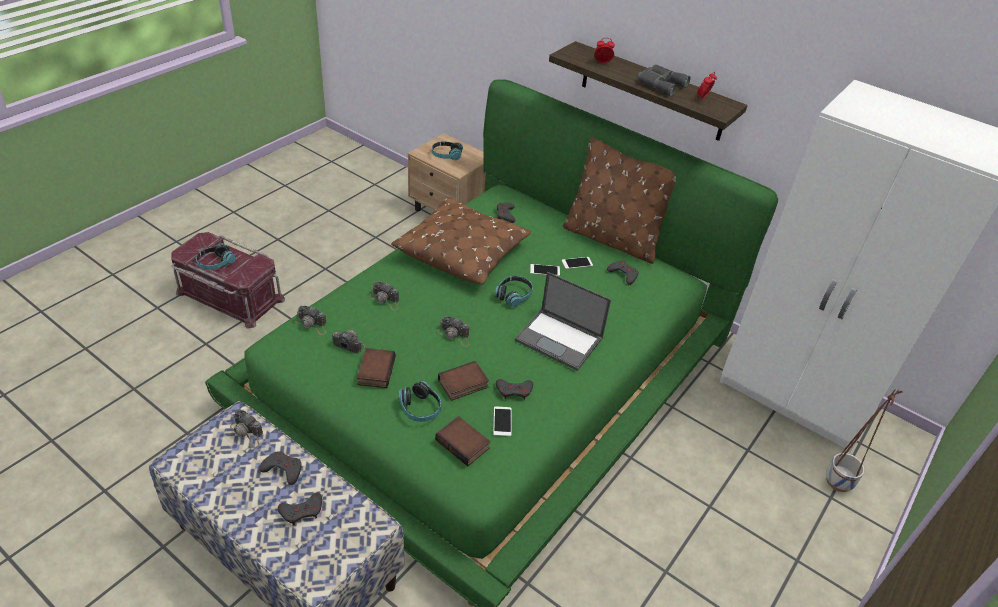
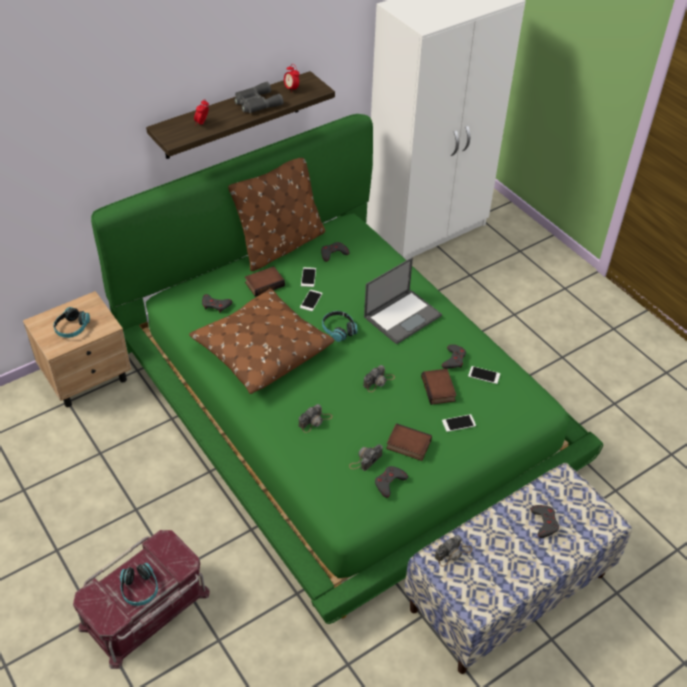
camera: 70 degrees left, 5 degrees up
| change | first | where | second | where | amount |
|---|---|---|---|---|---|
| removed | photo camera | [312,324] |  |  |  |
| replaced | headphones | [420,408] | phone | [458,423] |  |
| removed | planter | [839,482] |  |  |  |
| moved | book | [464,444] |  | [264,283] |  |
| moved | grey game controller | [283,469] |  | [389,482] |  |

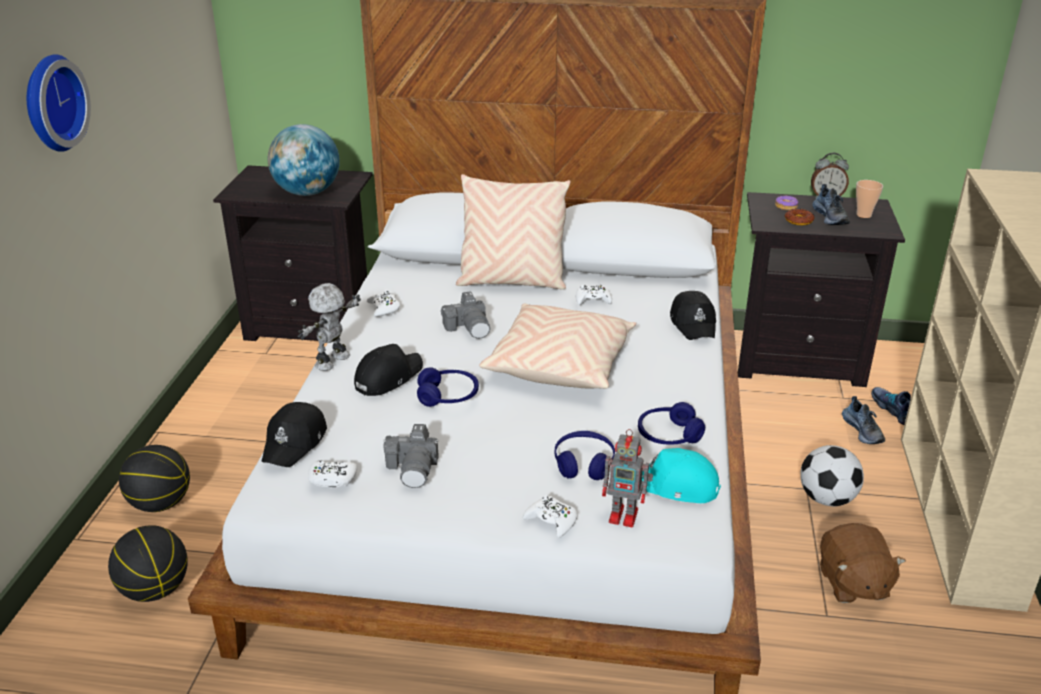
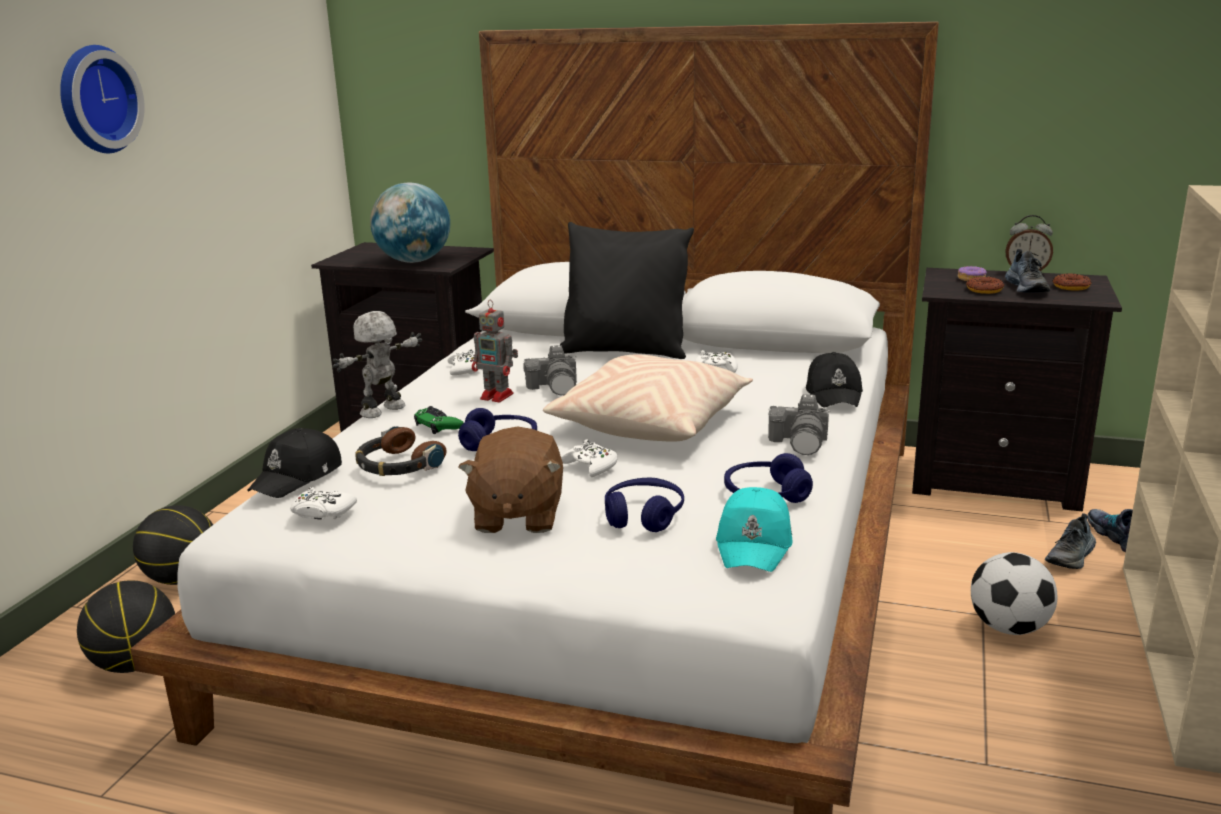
camera: 10 degrees right, 10 degrees down
| change | first | where | second | where | amount |
|---|---|---|---|---|---|
| recoloured | beige pillow | [512,282] | black pillow | [624,352] |  |
| replaced | cup | [863,215] | donut | [1071,287] |  |
| replaced | black cap | [388,377] | green game controller | [438,425] |  |
| turned | shoe | [863,431] |  | [1071,557] | 45 degrees clockwise |
| moved | photo camera | [414,468] |  | [801,442] |  |
| moved | toy robot | [625,516] |  | [498,396] |  |
| turned | turquoise cap | [674,486] |  | [755,544] | 105 degrees counterclockwise |
| moved | white game controller | [551,521] |  | [590,466] |  |
| moved | brown plush toy | [852,583] |  | [517,516] |  |
| added |  |  | headphones | [398,465] |  |

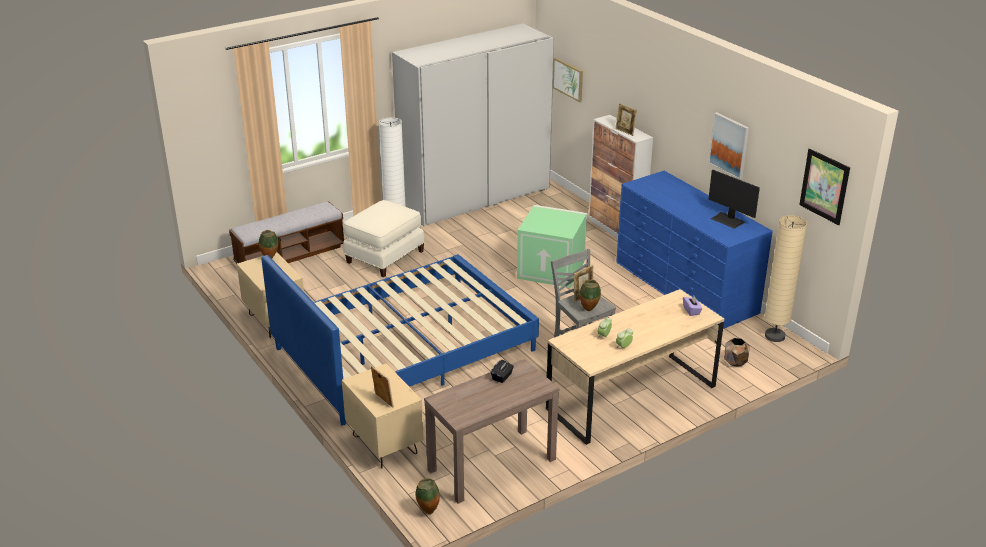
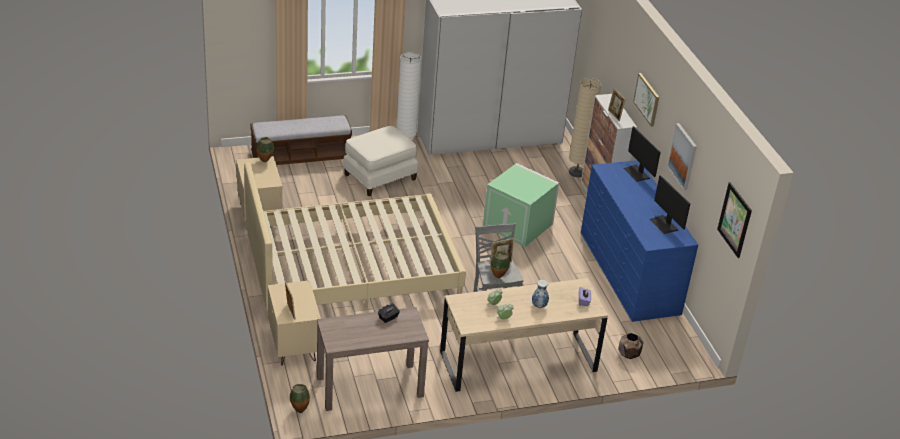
camera: 15 degrees right, 5 degrees up
| change | first | where | second | where | amount |
|---|---|---|---|---|---|
| moved | picture | [568,79] |  | [647,99] |  |
| moved | beige floor lamp | [774,336] |  | [576,172] |  |
| recoloured | blue bed | [404,349] | beige bed | [352,268] |  |
| added |  |  | monitor | [637,173] |  |
| added |  |  | vase | [538,306] |  |

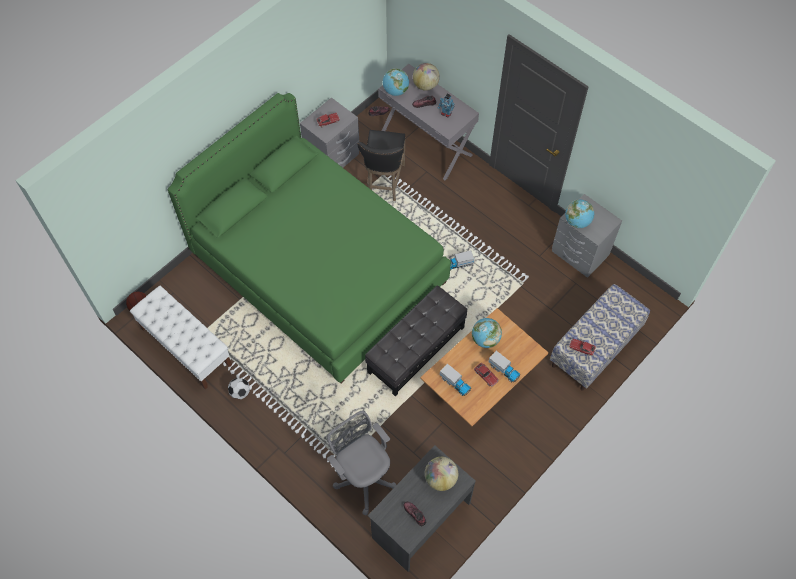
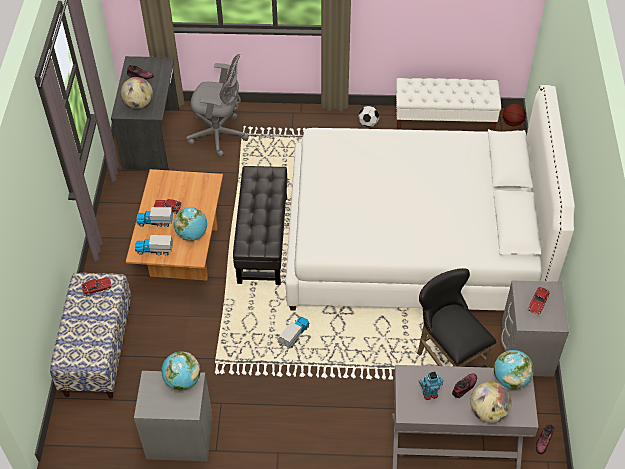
camera: 140 degrees right, 10 degrees down
| change | first | where | second | where | amount |
|---|---|---|---|---|---|
| recoloured | green bed | [319,269] | white bed | [414,243] |  |
| moved | toy truck | [455,383] |  | [154,250] |  |

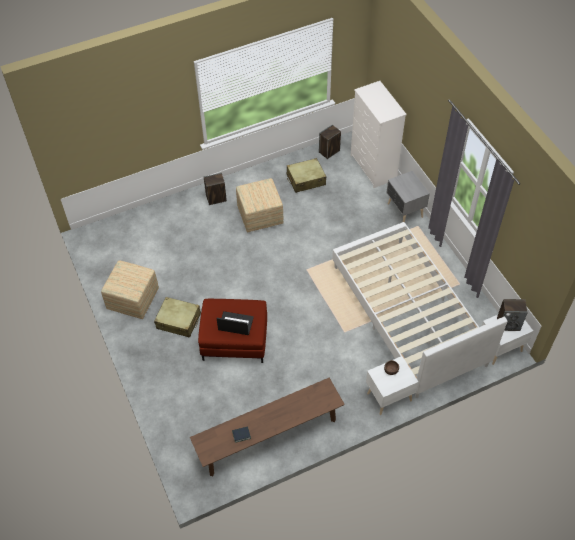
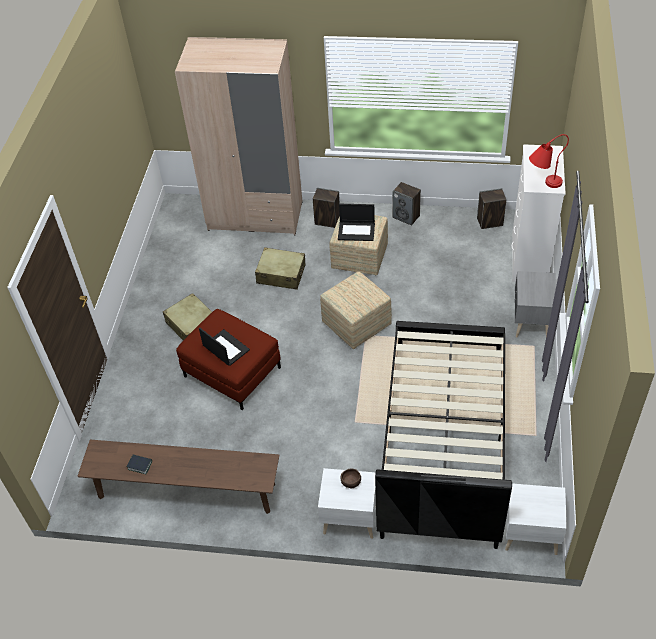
camera: 35 degrees right, 5 degrees down
| change | first | where | second | where | amount |
|---|---|---|---|---|---|
| moved | beige suitcase | [305,180] |  | [281,274] |  |
| recoloured | white bed | [408,315] | black bed | [443,440] |  |
| moved | ottoman | [133,299] |  | [357,323] |  |
| moved | speaker | [508,324] |  | [406,216] |  |
| added |  |  | beige wardrobe | [255,216] |  |
| added |  |  | red table lamp | [542,184] |  |
| added |  |  | laptop | [357,231] |  |

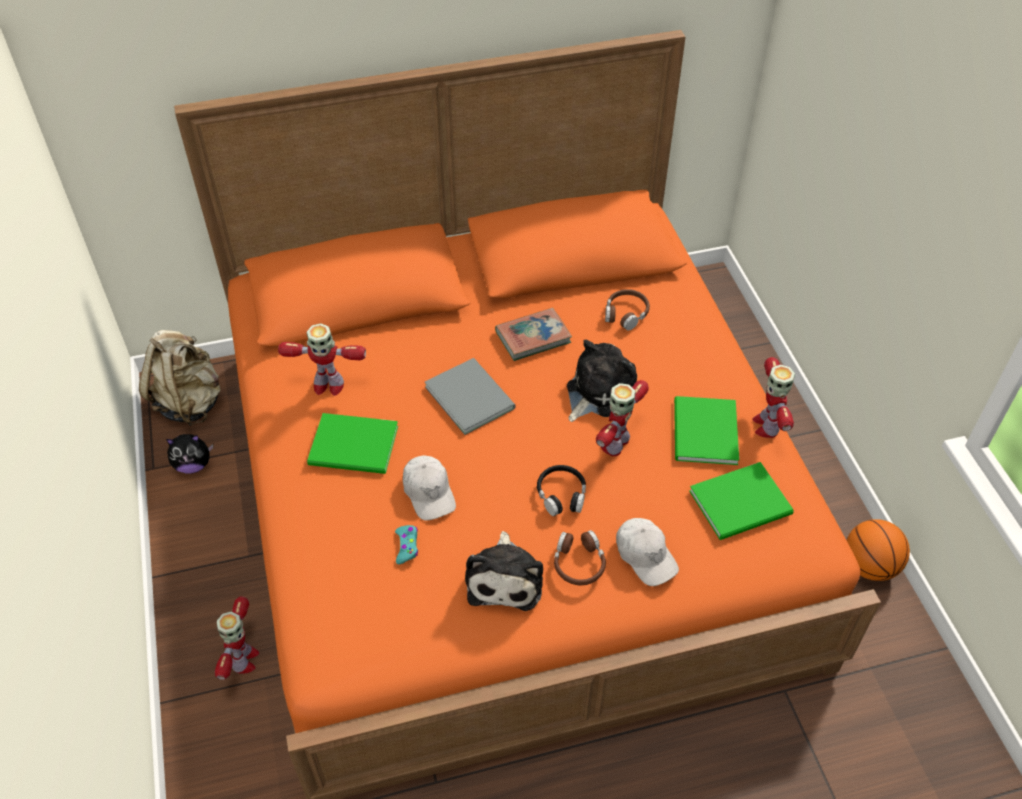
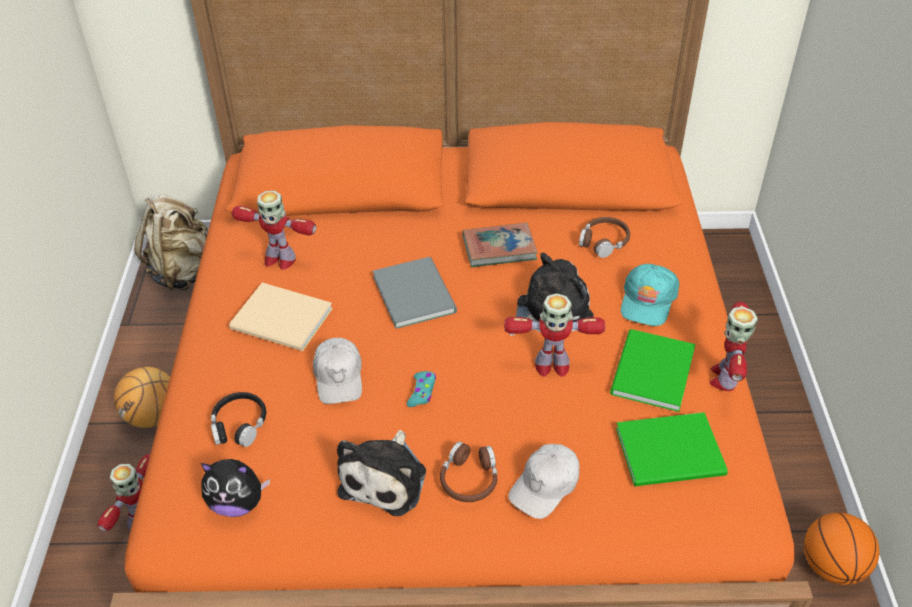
camera: 15 degrees right, 5 degrees down
| change | first | where | second | where | amount |
|---|---|---|---|---|---|
| turned | toy robot | [616,443] |  | [551,365] | 135 degrees counterclockwise |
| recoloured | green book | [355,447] | beige book | [283,321] |  |
| moved | plush toy | [193,465] |  | [237,503] |  |
| moved | black headphones | [561,495] |  | [239,425] |  |
| turned | white cap | [645,555] |  | [545,486] | 60 degrees clockwise |
| moved | turquoise game controller | [407,546] |  | [422,392] |  |
| added |  |  | turquoise cap | [648,300] |  |
| added |  |  | basketball | [153,416] |  |

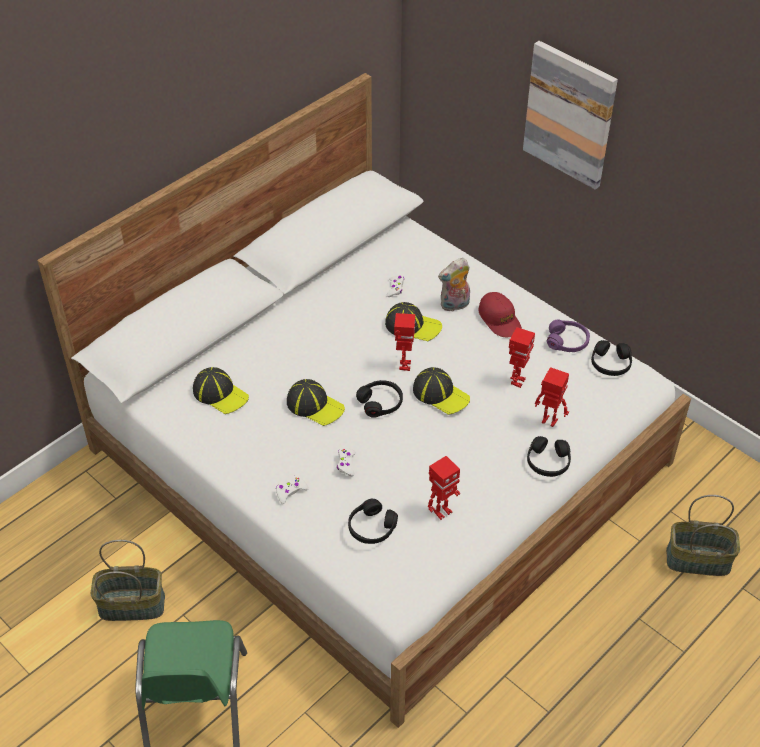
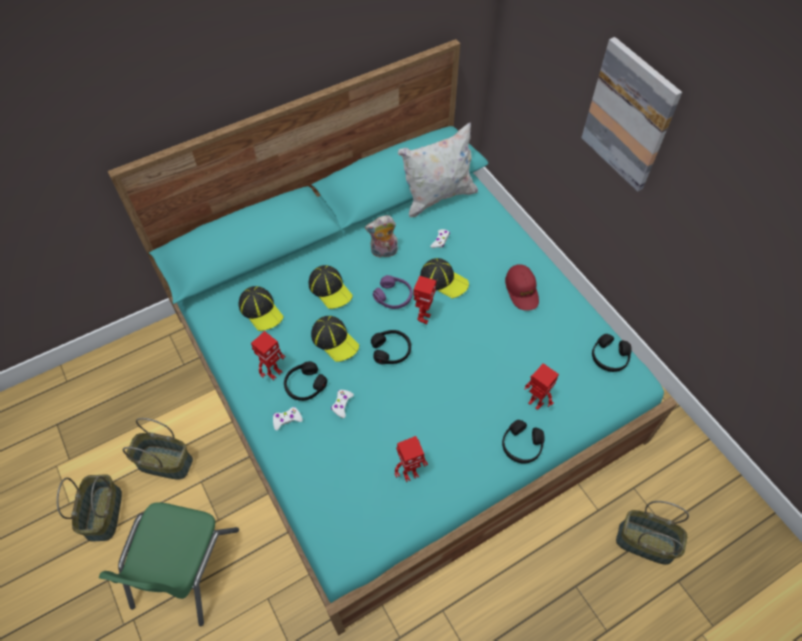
camera: 15 degrees right, 10 degrees up
| change | first | where | second | where | amount |
|---|---|---|---|---|---|
| recoloured | white bed | [379,455] | turquoise bed | [400,374] |  |
| moved | plush toy | [454,305] |  | [383,252] |  |
| moved | purple headphones | [567,341] |  | [393,296] |  |
| moved | toy robot | [517,381] |  | [274,373] |  |
| moved | cap | [440,394] |  | [330,289] |  |
| moved | black headphones | [371,527] |  | [305,385] |  |
| added |  |  | white pillow | [437,197] |  |
| added |  |  | basket | [103,513] |  |

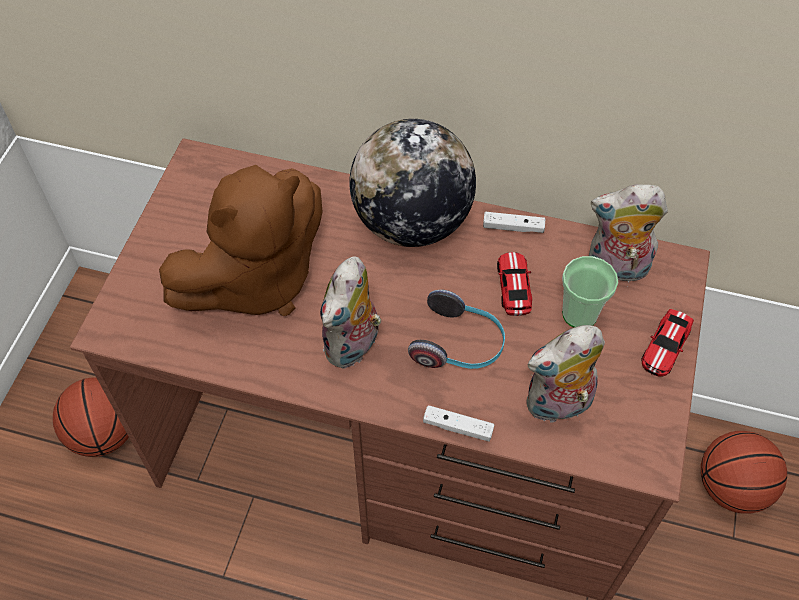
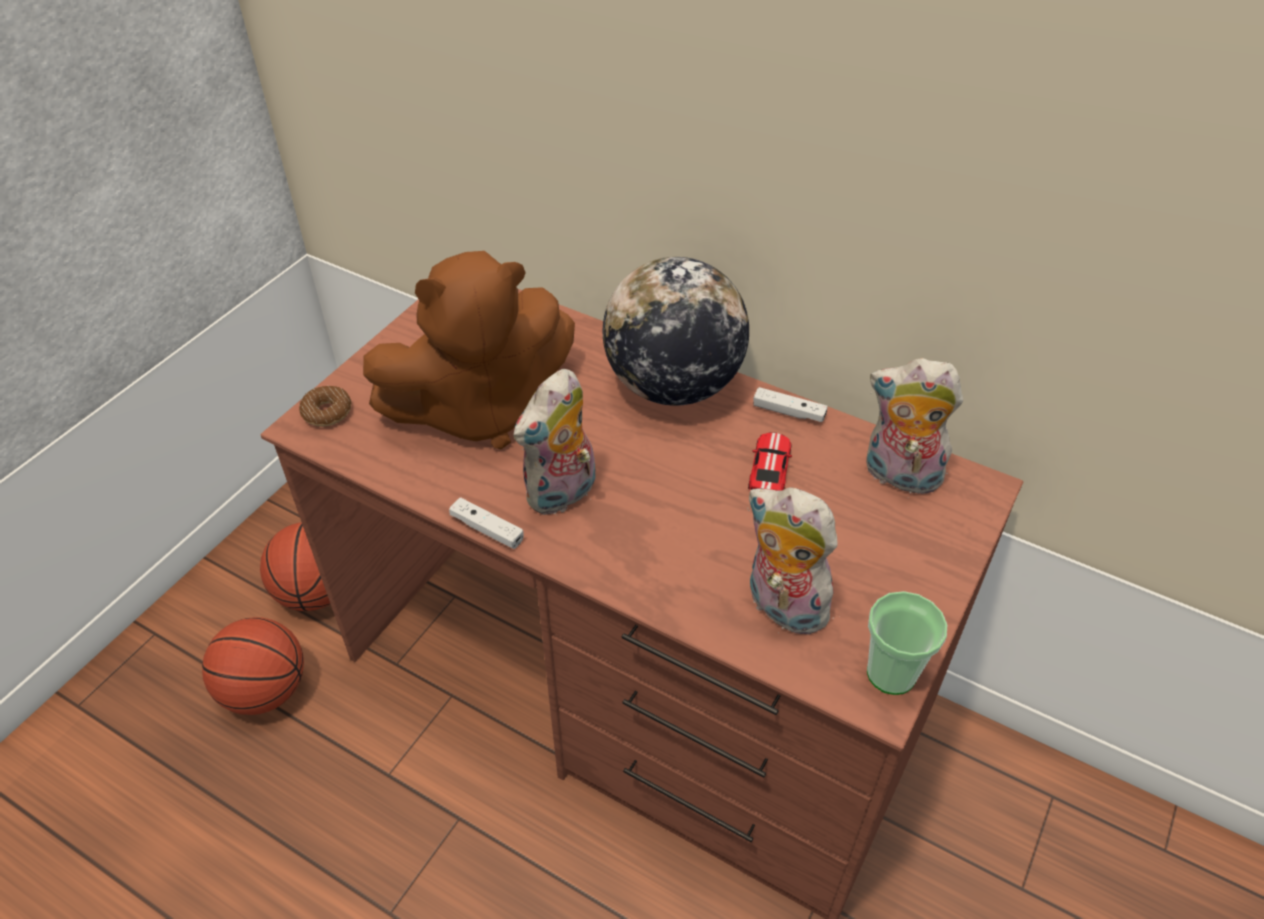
camera: 15 degrees right, 10 degrees down
| change | first | where | second | where | amount |
|---|---|---|---|---|---|
| moved | cup | [579,314] |  | [891,673] |  |
| removed | headphones | [459,345] |  |  |  |
| removed | toy car | [665,346] |  |  |  |
| turned | plush toy | [558,406] |  | [781,607] | 45 degrees clockwise |
| moved | white game controller | [458,427] |  | [487,529] |  |
| moved | basketball | [731,487] |  | [266,690] |  |
| added |  |  | donut | [327,412] |  |

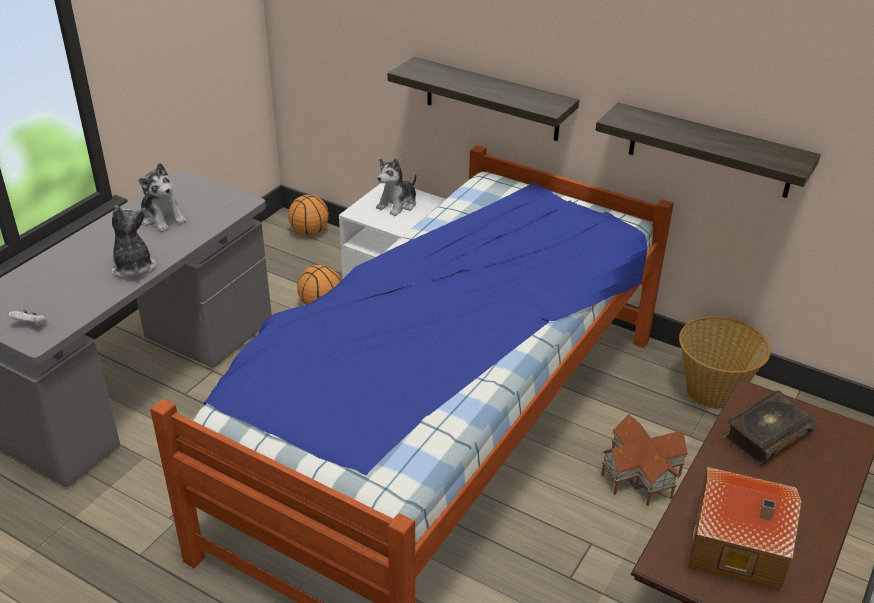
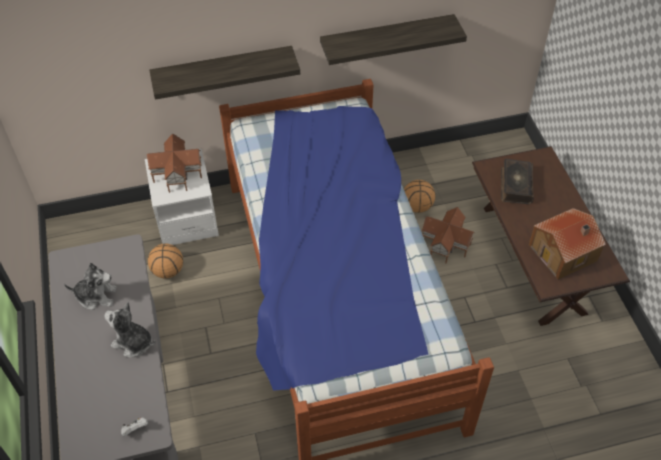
camera: 45 degrees left, 15 degrees up
| change | first | where | second | where | amount |
|---|---|---|---|---|---|
| replaced | plush toy | [398,204] | toy house | [178,173] |  |
| moved | basketball | [310,232] |  | [417,206] |  |
| removed | basket | [713,390] |  |  |  |

